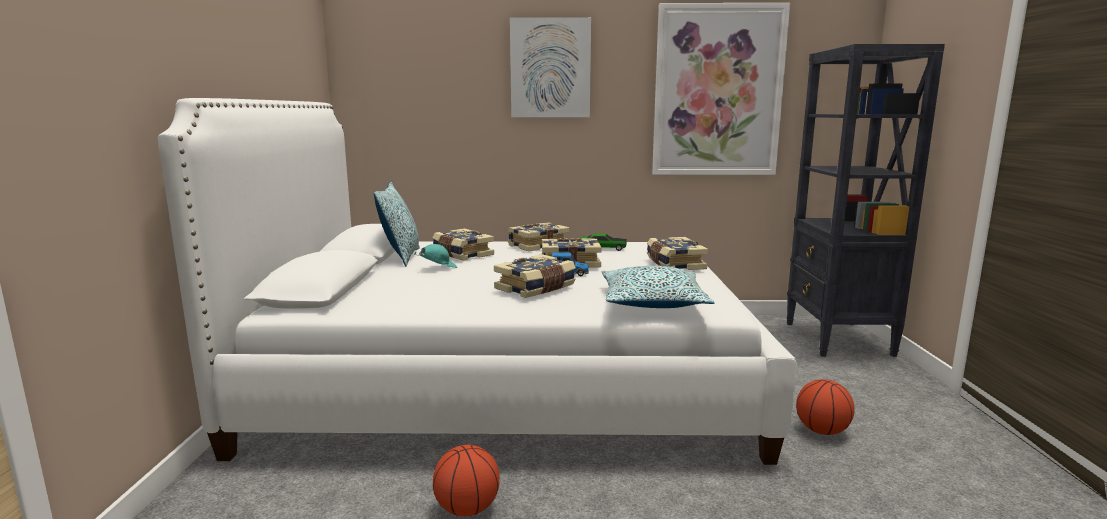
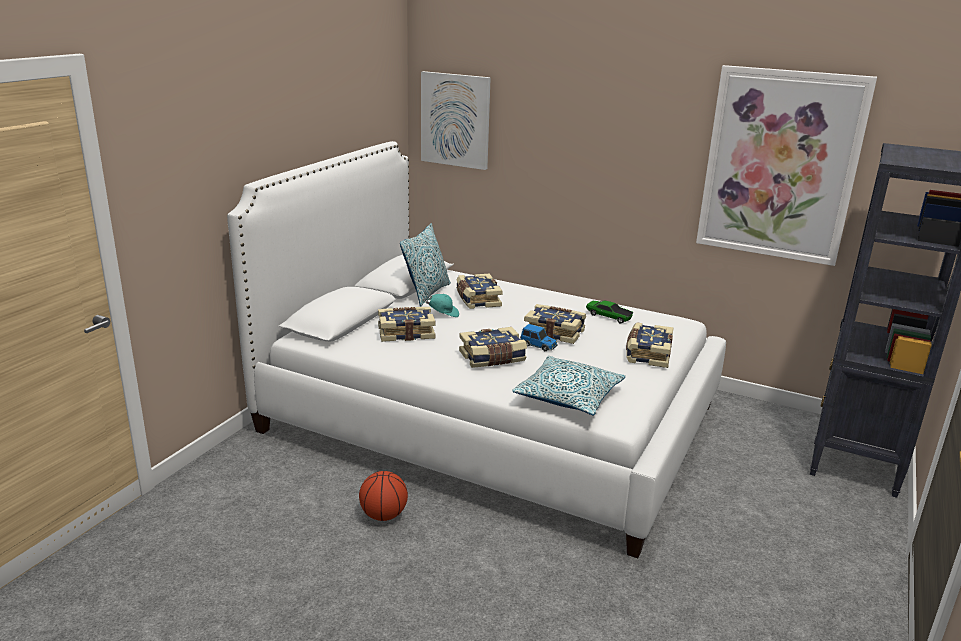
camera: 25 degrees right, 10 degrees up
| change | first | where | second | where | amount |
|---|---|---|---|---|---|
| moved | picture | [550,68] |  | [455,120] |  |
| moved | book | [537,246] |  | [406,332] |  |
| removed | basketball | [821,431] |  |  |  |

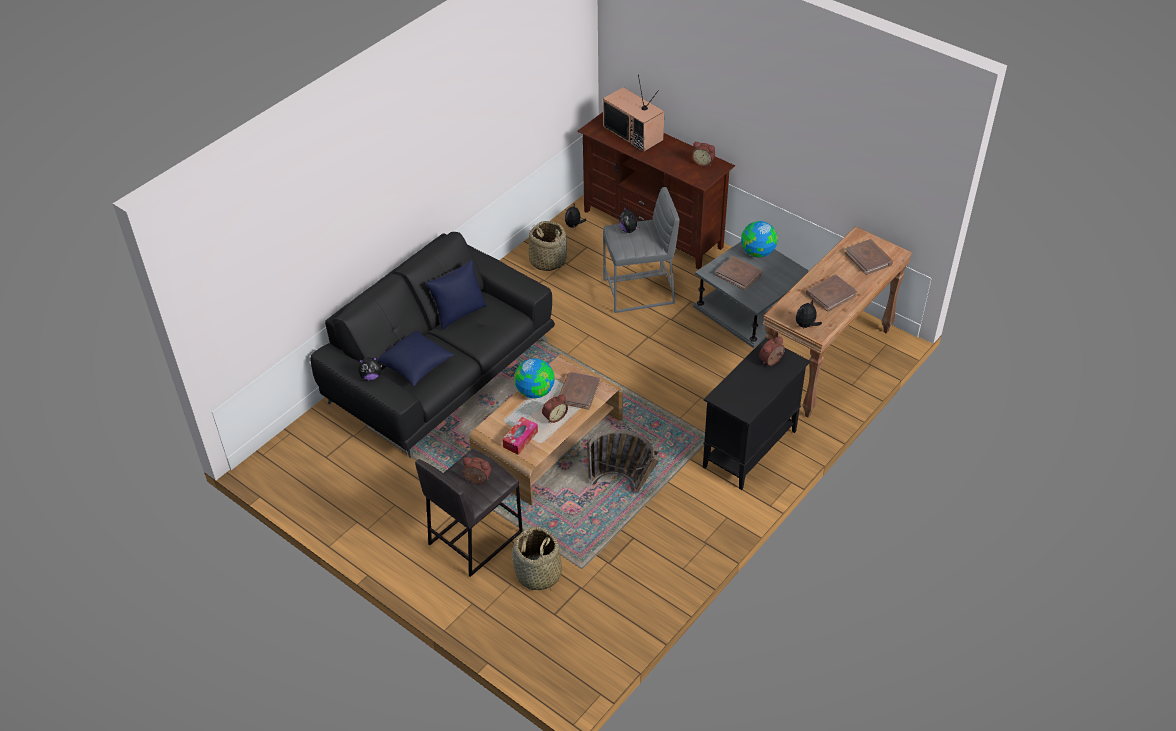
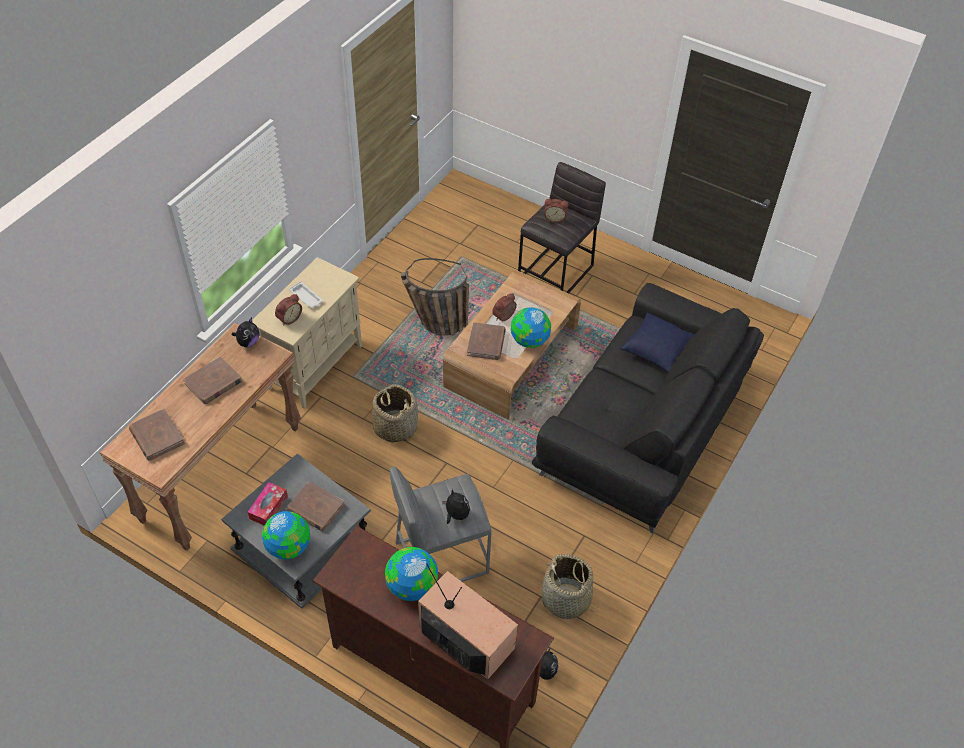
camera: 170 degrees right, 5 degrees up
| change | first | where | second | where | amount |
|---|---|---|---|---|---|
| removed | alarm clock | [703,162] |  |  |  |
| removed | blue pillow | [459,313] |  |  |  |
| recoloured | black cabinet | [749,450] | beige cabinet | [316,366] |  |
| removed | plush toy | [371,376] |  |  |  |
| moved | tissue box | [520,439] |  | [268,507] |  |
| moved | basket | [538,574] |  | [395,427] |  |
| added |  |  | white tray | [306,297] |  |
| added |  |  | globe | [411,586] |  |

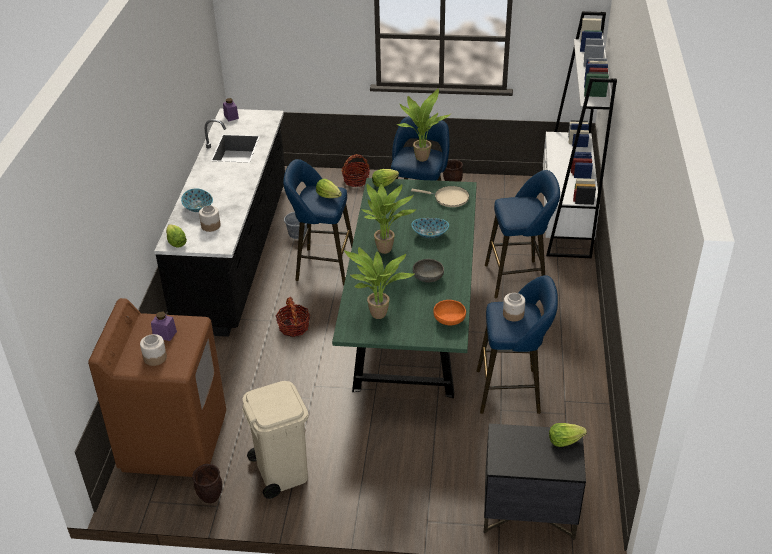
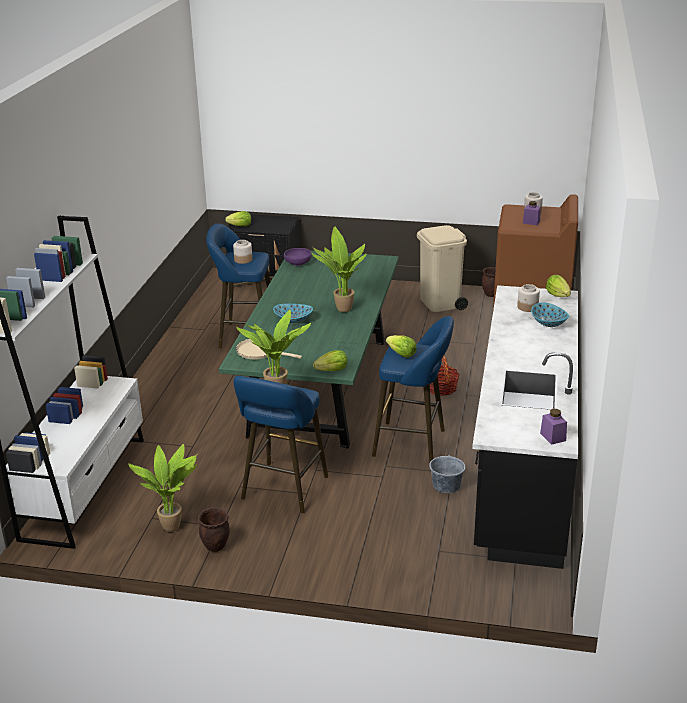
camera: 175 degrees left, 10 degrees down
| change | first | where | second | where | amount |
|---|---|---|---|---|---|
| removed | basket | [356,180] |  |  |  |
| removed | blue stool | [519,278] |  |  |  |
| moved | potted plant | [377,316] |  | [173,525] |  |
| removed | grey bowl | [428,278] |  |  |  |
| recoloured | orange bowl | [449,320] | purple bowl | [298,263] |  |

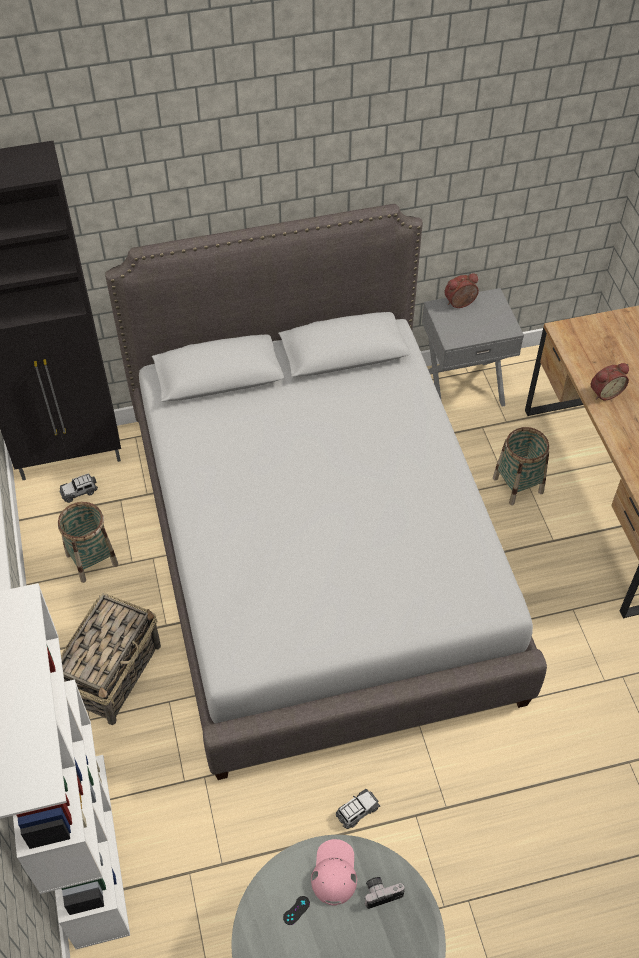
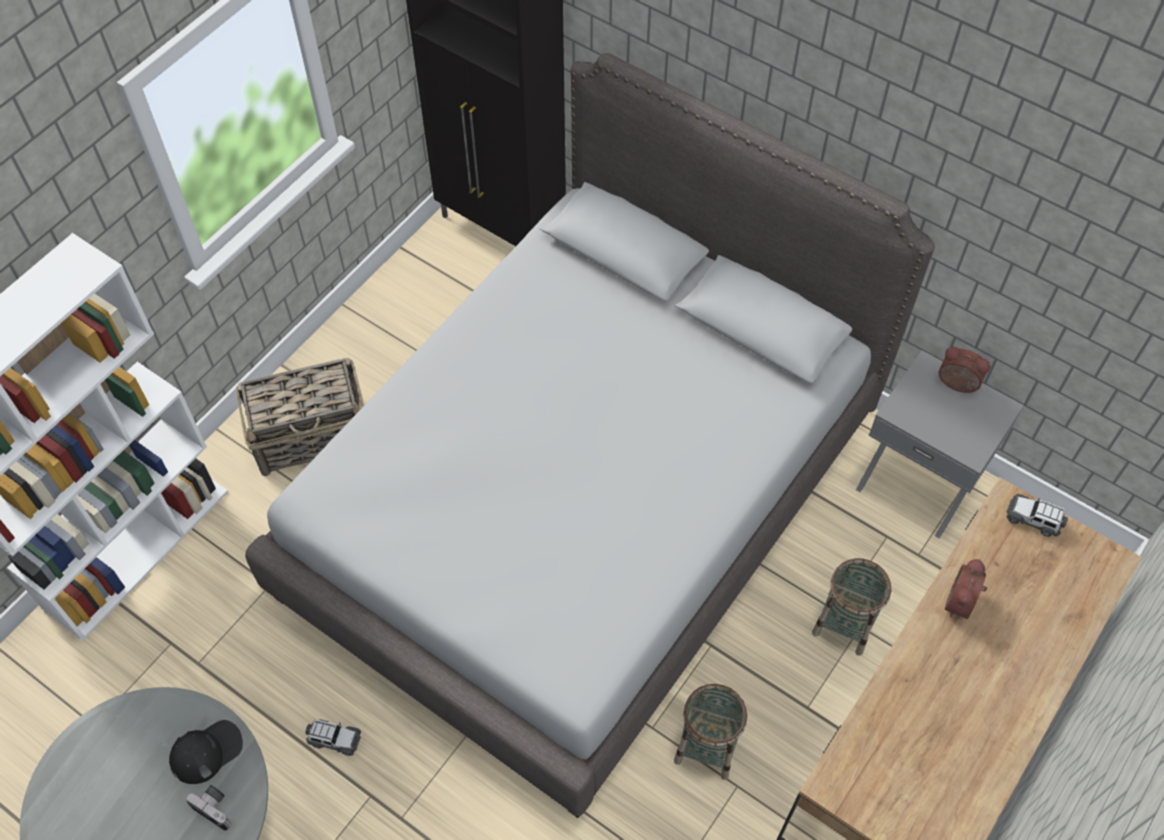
camera: 50 degrees right, 5 degrees up
| change | first | where | second | where | amount |
|---|---|---|---|---|---|
| turned | alarm clock | [604,392] |  | [962,603] | 90 degrees clockwise |
| moved | toy car | [79,491] |  | [1033,519] |  |
| moved | basket | [92,559] |  | [707,746] |  |
| recoloured | pink cap | [334,872] | black cap | [206,752] |  |
| removed | black game controller | [296,910] |  |  |  |

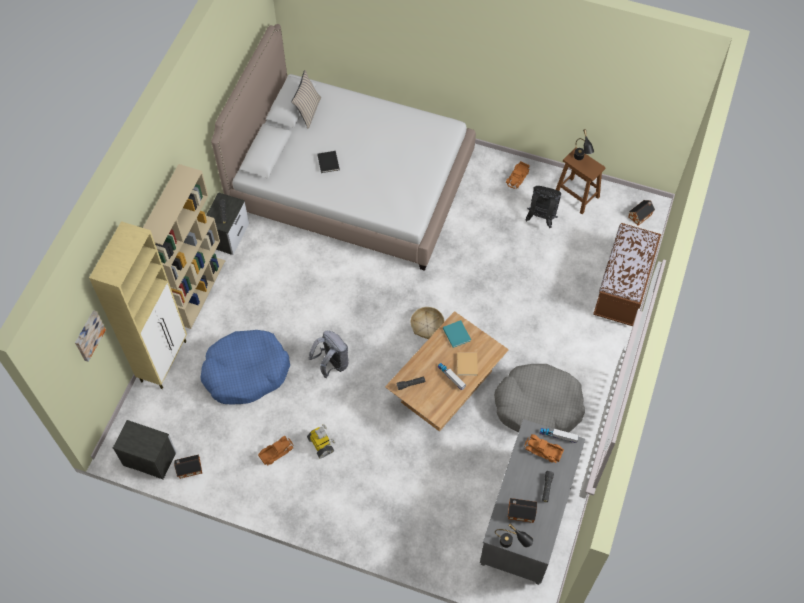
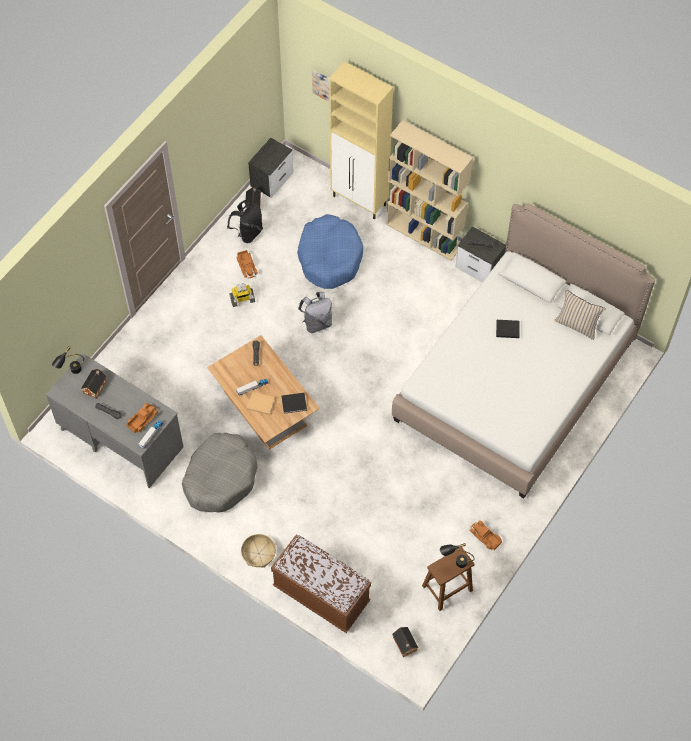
camera: 105 degrees right, 0 degrees up
| change | first | where | second | where | amount |
|---|---|---|---|---|---|
| moved | black backpack | [541,218] |  | [248,233] |  |
| moved | basket | [427,326] |  | [258,553] |  |
| recoloured | turquoise book | [456,333] | black book | [295,403] |  |

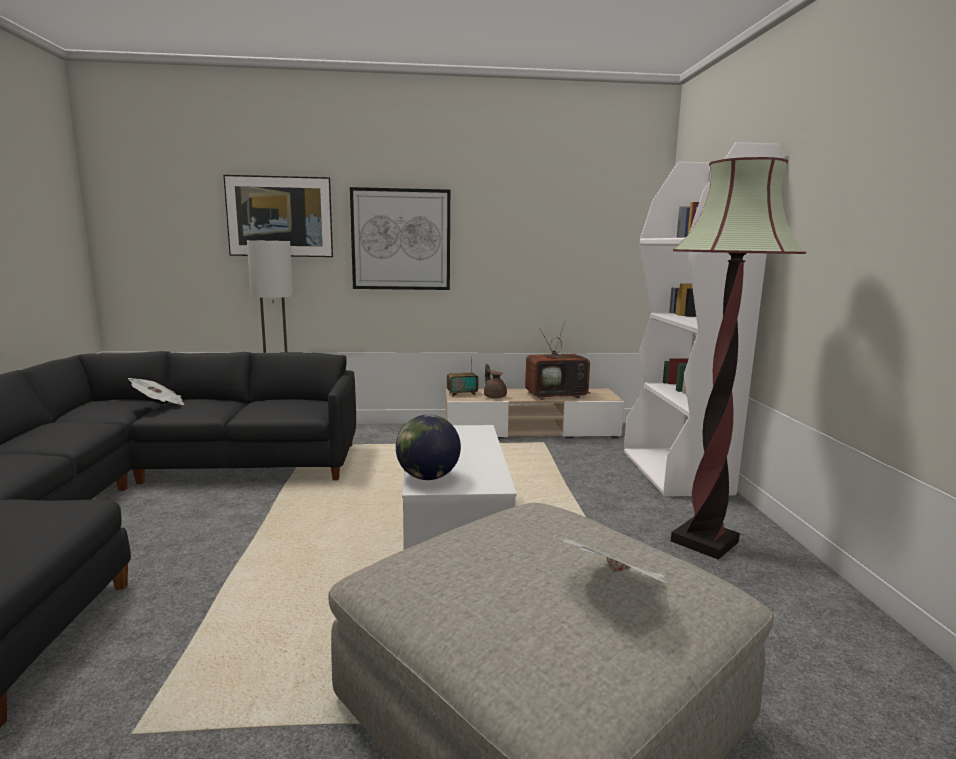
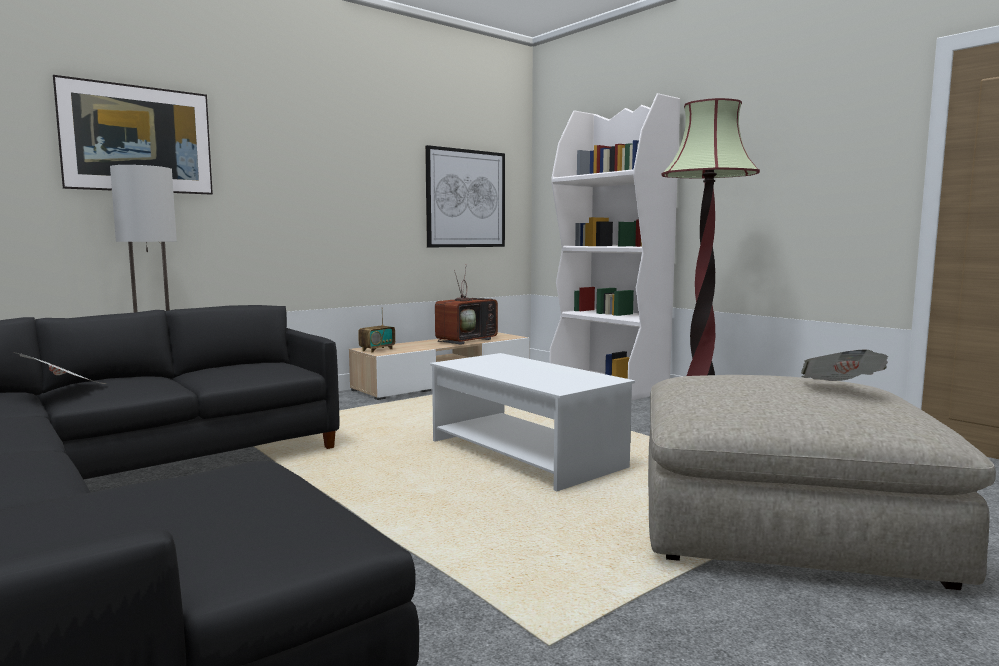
camera: 35 degrees left, 5 degrees down
| change | first | where | second | where | amount |
|---|---|---|---|---|---|
| moved | picture | [401,239] |  | [466,198] |  |
| removed | brown teapot | [494,396] |  |  |  |
| removed | globe | [428,477] |  |  |  |

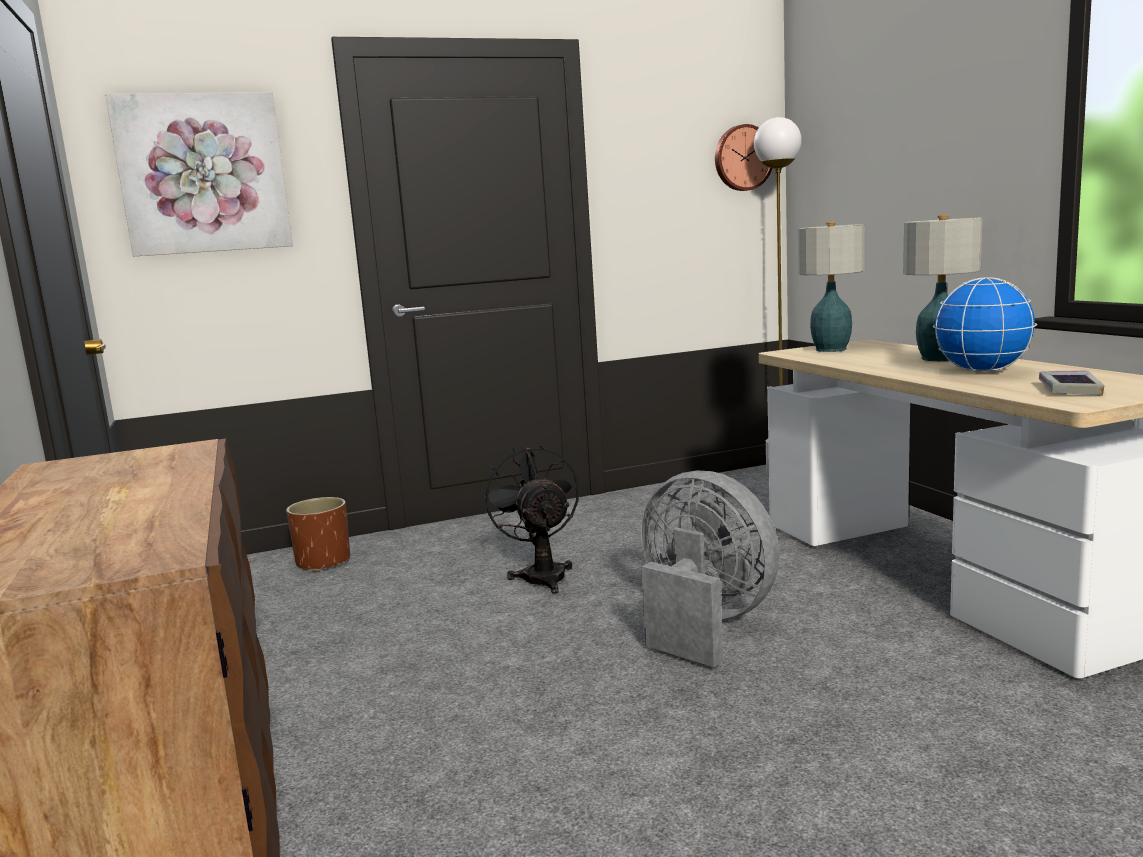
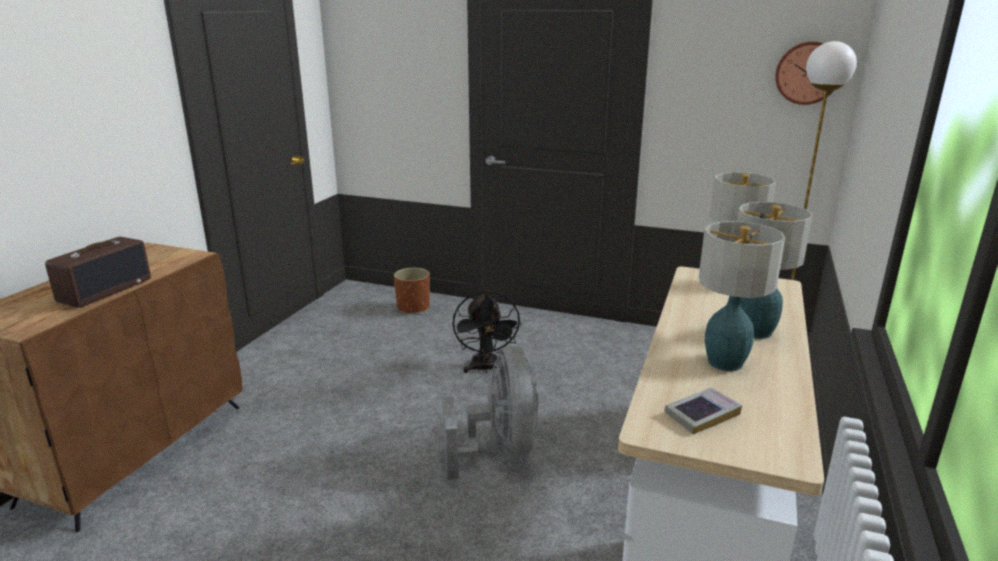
camera: 40 degrees right, 10 degrees up
| change | first | where | second | where | amount |
|---|---|---|---|---|---|
| removed | picture | [203,174] |  |  |  |
| replaced | globe | [981,371] | table lamp | [724,362] |  |
| turned | black fan | [541,575] |  | [486,369] | 150 degrees clockwise |
| added |  |  | radio | [105,290] |  |

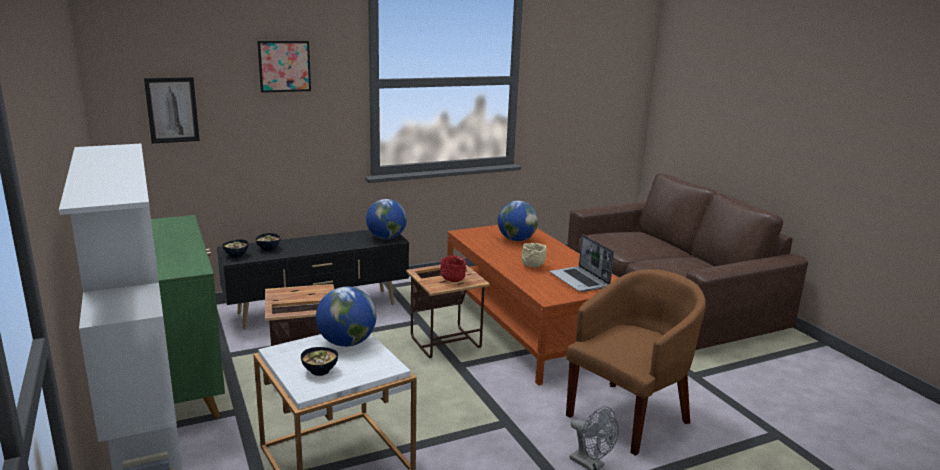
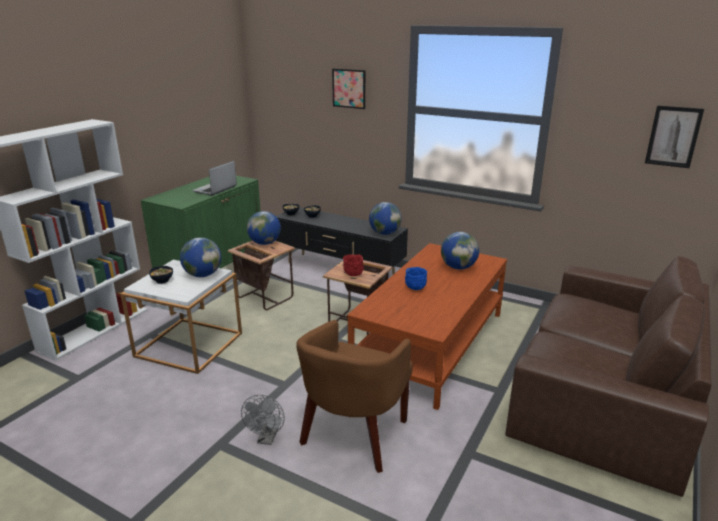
camera: 55 degrees right, 5 degrees up
| change | first | where | second | where | amount |
|---|---|---|---|---|---|
| moved | picture | [172,110] |  | [673,136] |  |
| moved | laptop | [580,280] |  | [215,189] |  |
| recoloured | beige bowl | [532,266] | blue bowl | [415,288] |  |
| turned | brown armchair | [629,416] |  | [354,436] | 105 degrees clockwise |
| added |  |  | globe | [265,243] |  |

